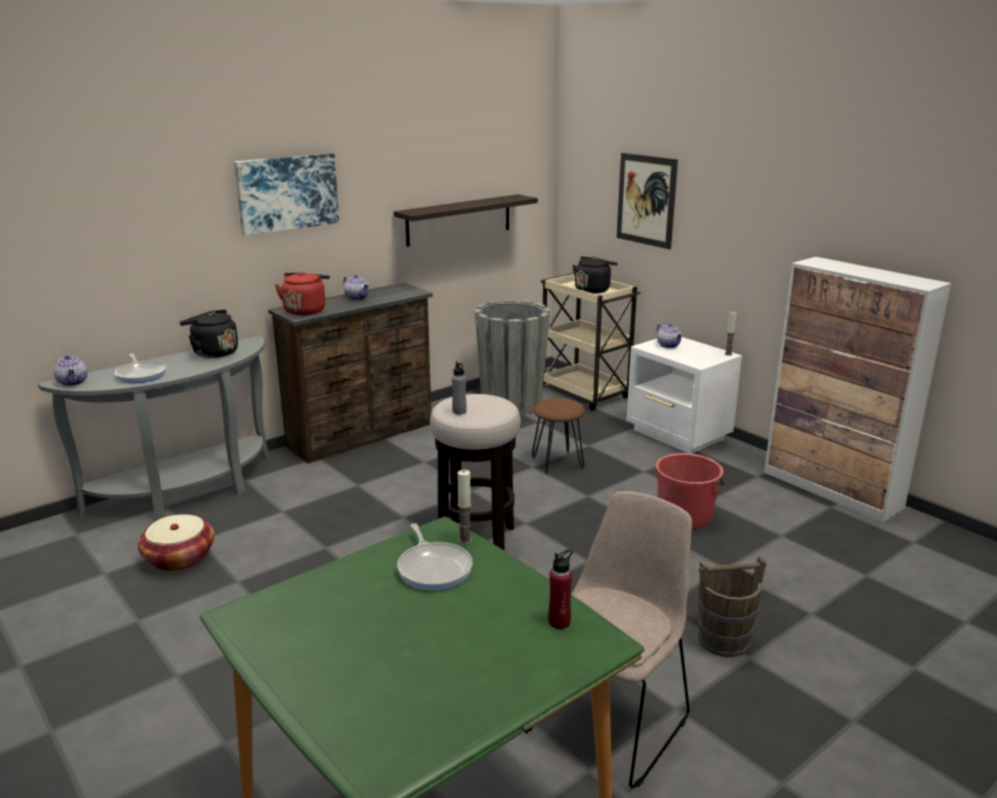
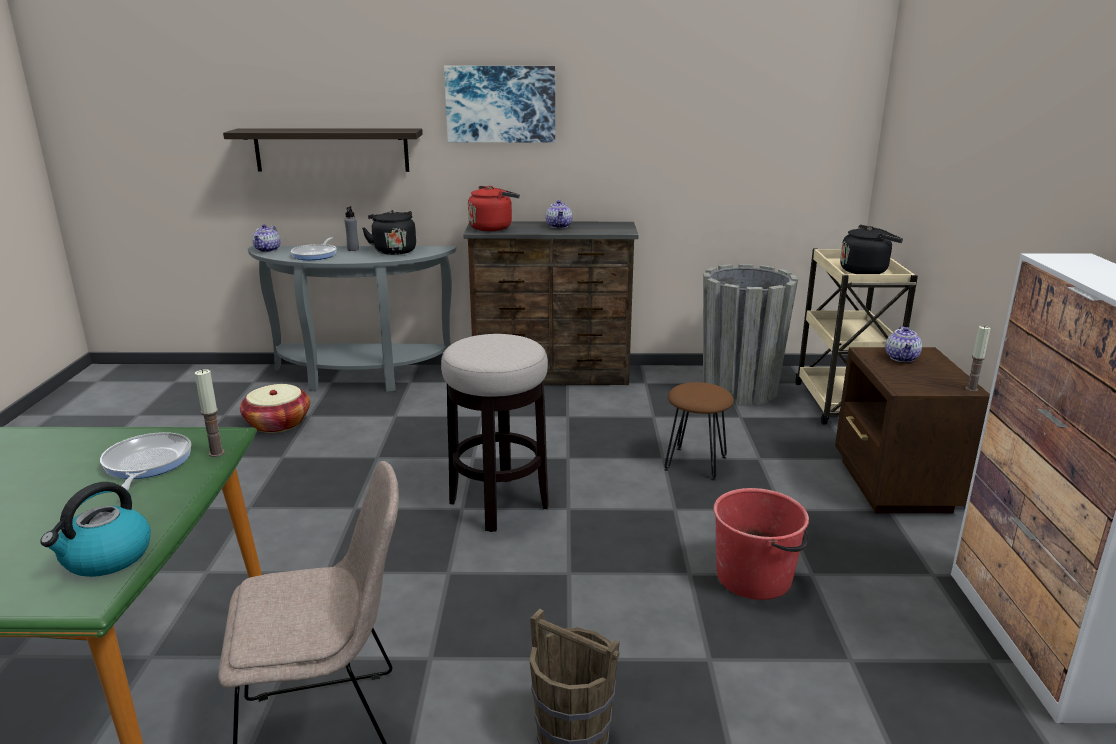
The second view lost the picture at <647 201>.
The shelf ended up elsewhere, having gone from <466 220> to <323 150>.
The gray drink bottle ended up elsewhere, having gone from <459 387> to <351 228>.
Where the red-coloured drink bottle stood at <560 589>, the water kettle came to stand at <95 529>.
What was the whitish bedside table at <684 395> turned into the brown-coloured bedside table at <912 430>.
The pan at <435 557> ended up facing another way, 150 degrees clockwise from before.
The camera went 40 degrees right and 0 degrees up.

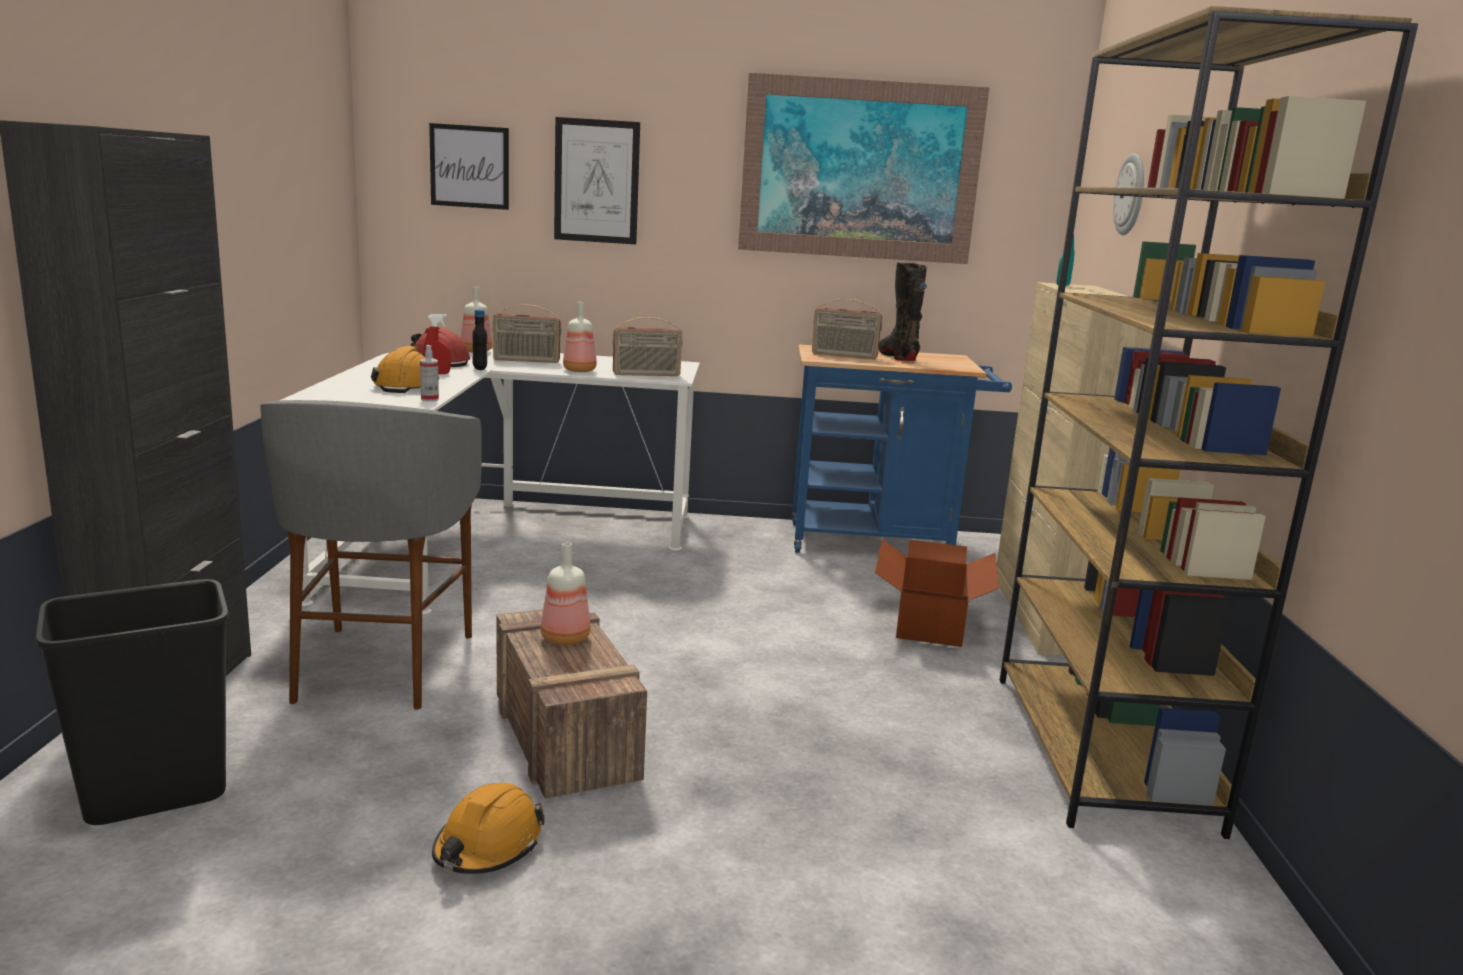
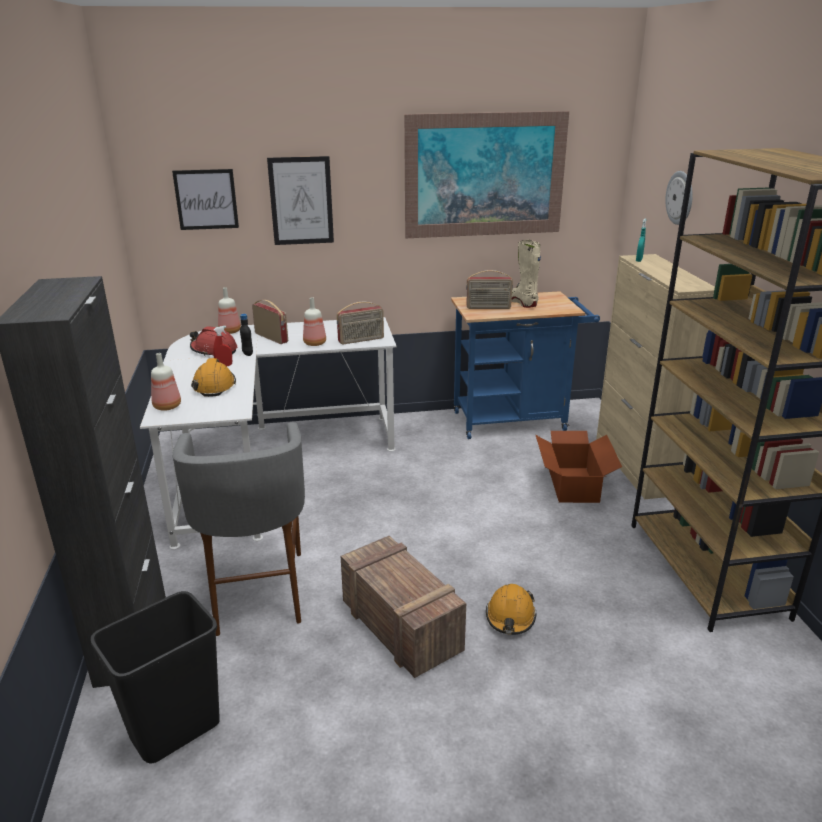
The second view lost the spray bottle at <429 373>.
The orange safety helmet ended up elsewhere, having gone from <488 828> to <511 609>.
The drink bottle ended up elsewhere, having gone from <565 594> to <166 382>.
What was the blackish boot at <903 311> turned into the beige-coloured boot at <526 274>.
The radio at <527 334> ended up facing another way, 120 degrees counterclockwise from before.
The camera went 10 degrees left and 10 degrees up.

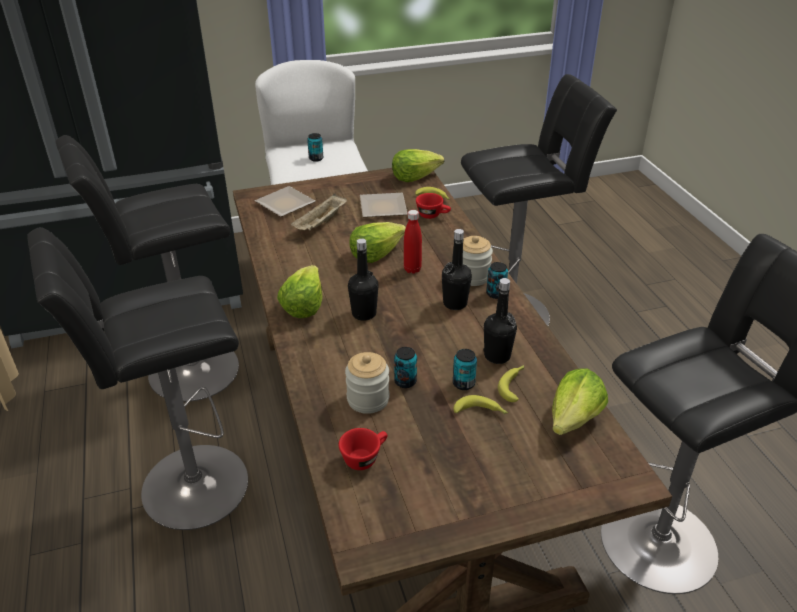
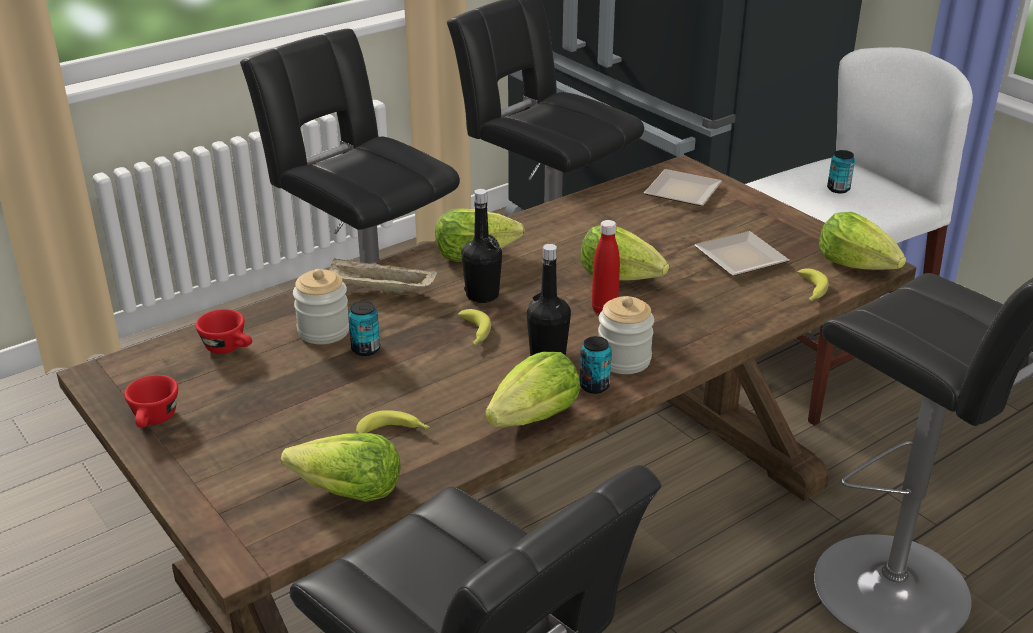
The second view lost the metal can at <465 369>.
The second view lost the blackish drink bottle at <500 321>.
The second view gained the head of lettuce at <533 389>.
The beige-coloured serving tray ended up elsewhere, having gone from <319 211> to <383 276>.
The red-coloured small cup ended up elsewhere, having gone from <433 206> to <151 401>.
The banana ended up elsewhere, having gone from <480 404> to <474 327>.
The camera went 70 degrees right and 5 degrees down.

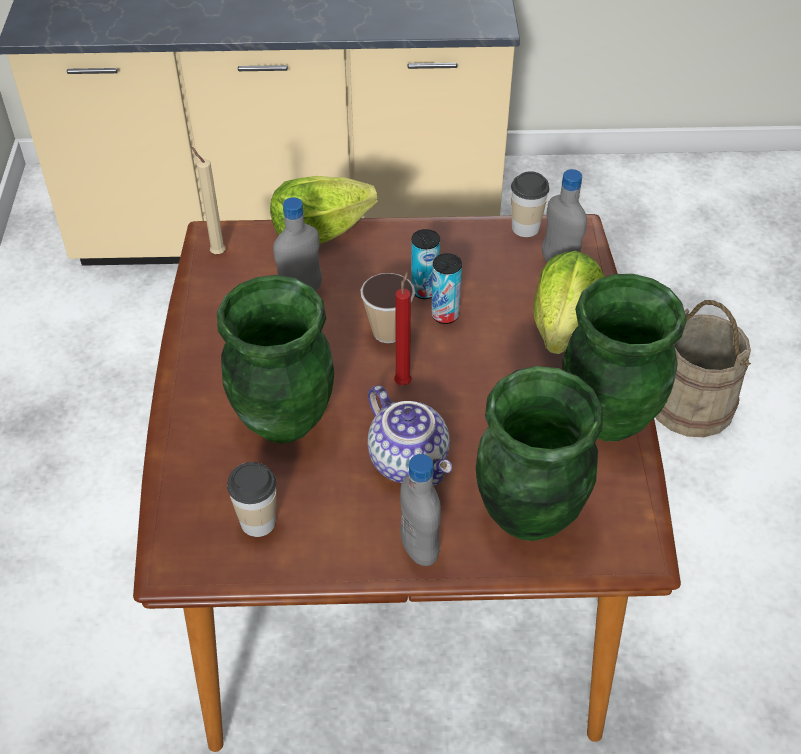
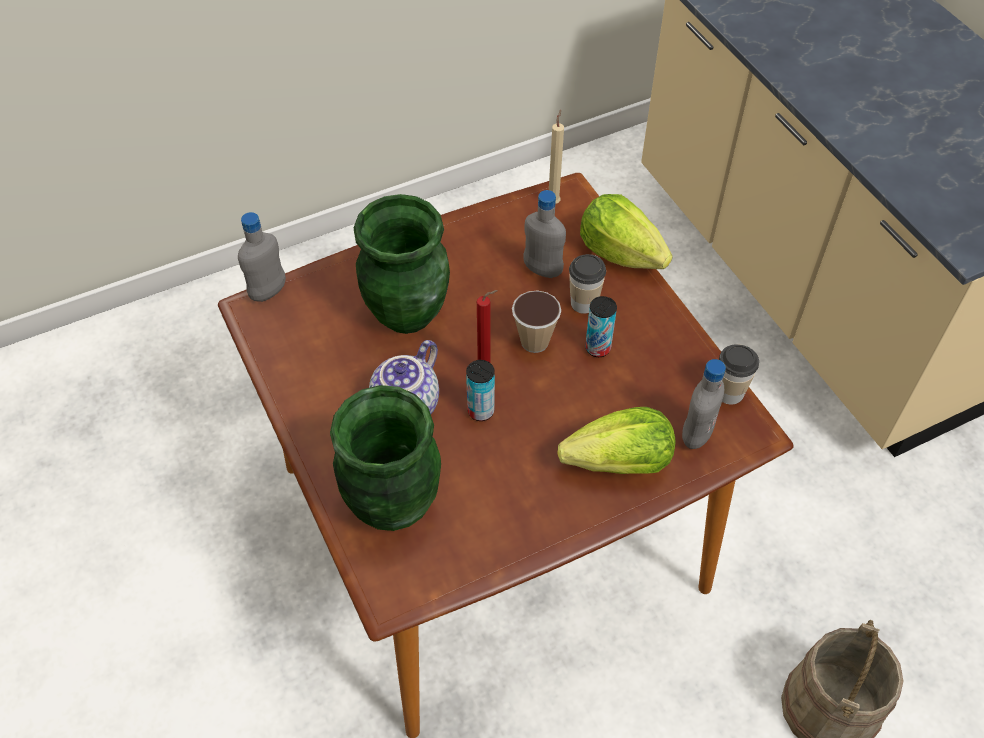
The second view lost the greenish decorative vase at <624 357>.
The small cup ended up elsewhere, having gone from <251 499> to <587 284>.
The gray drink bottle ended up elsewhere, having gone from <420 510> to <262 257>.
The metal can ended up elsewhere, having gone from <446 288> to <480 390>.
The camera went 65 degrees right and 5 degrees up.

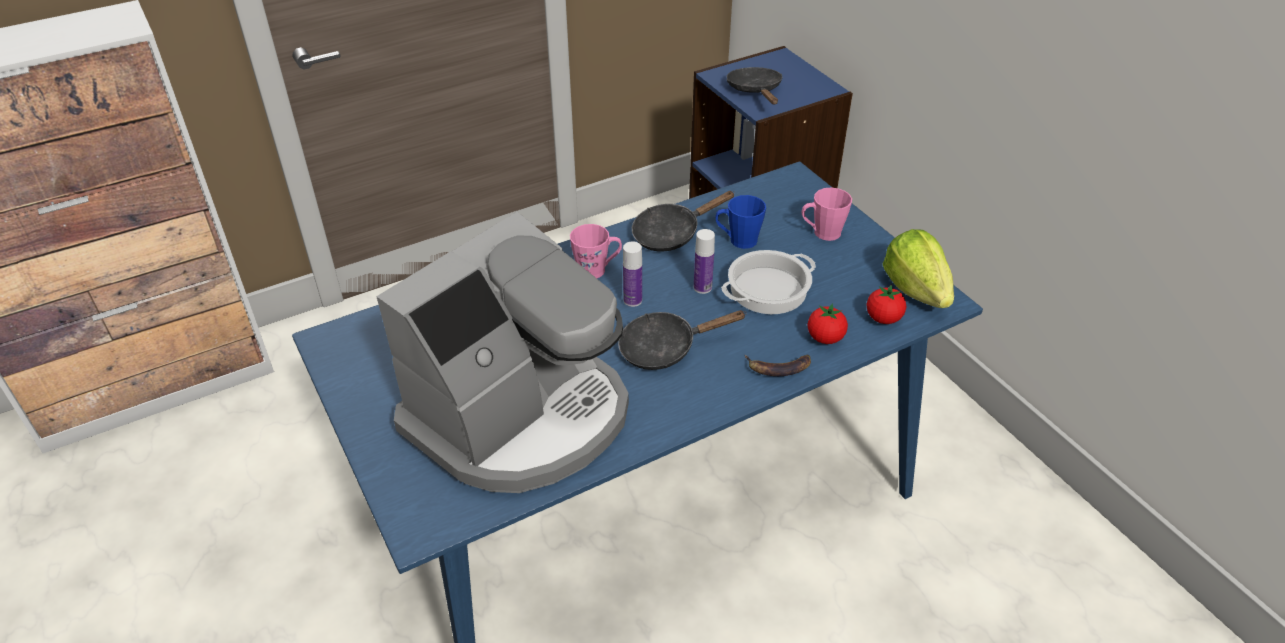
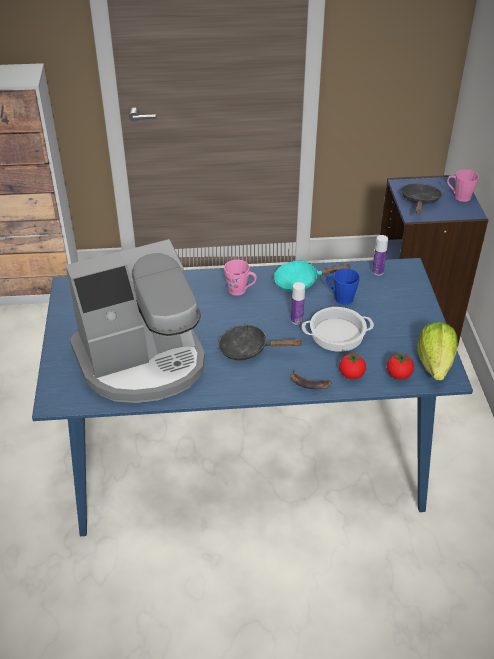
The drink bottle ended up elsewhere, having gone from <632 274> to <380 255>.
The pink tea mug ended up elsewhere, having gone from <827 214> to <463 186>.
What was the blackish pan at <683 221> turned into the turquoise pan at <313 276>.
The camera went 25 degrees right and 0 degrees up.

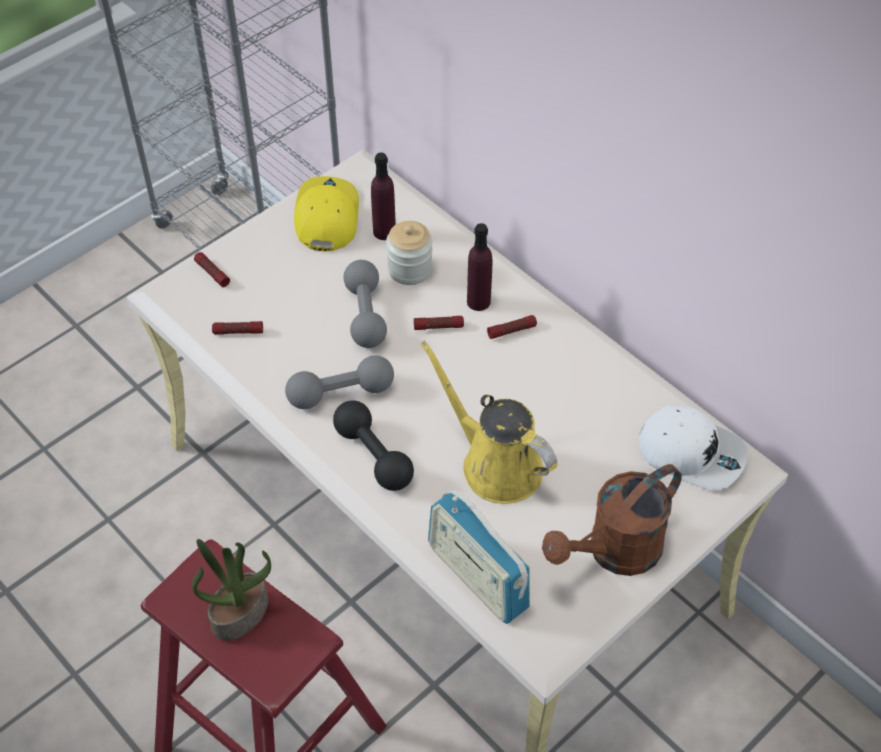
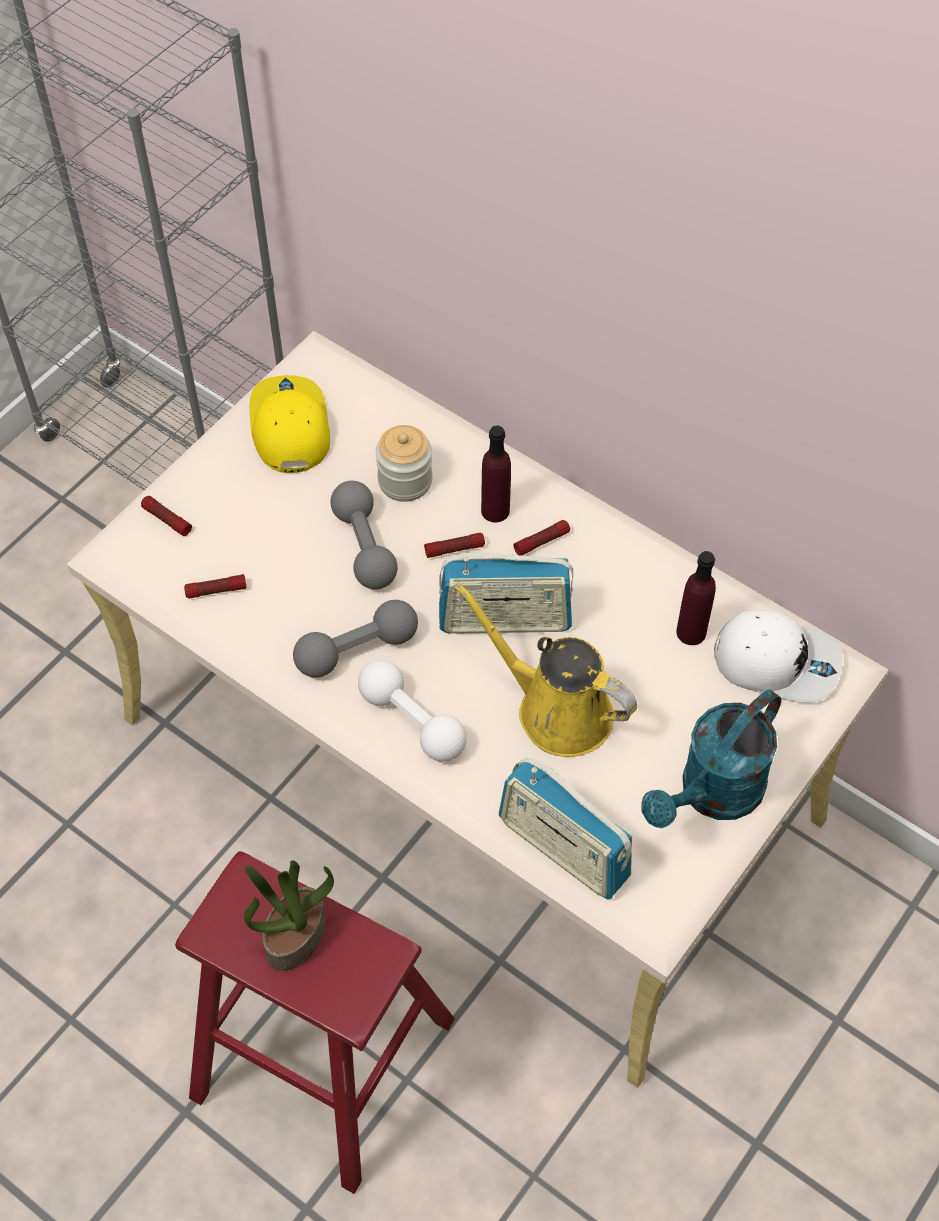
The second view gained the radio at <506 593>.
The purplish drink bottle ended up elsewhere, having gone from <383 196> to <696 598>.
What was the blackish hand weight at <373 446> turned into the whitish hand weight at <412 711>.
What was the brown-coloured sprinkling can at <612 520> turned into the turquoise sprinkling can at <711 758>.
The camera went 10 degrees left and 5 degrees up.

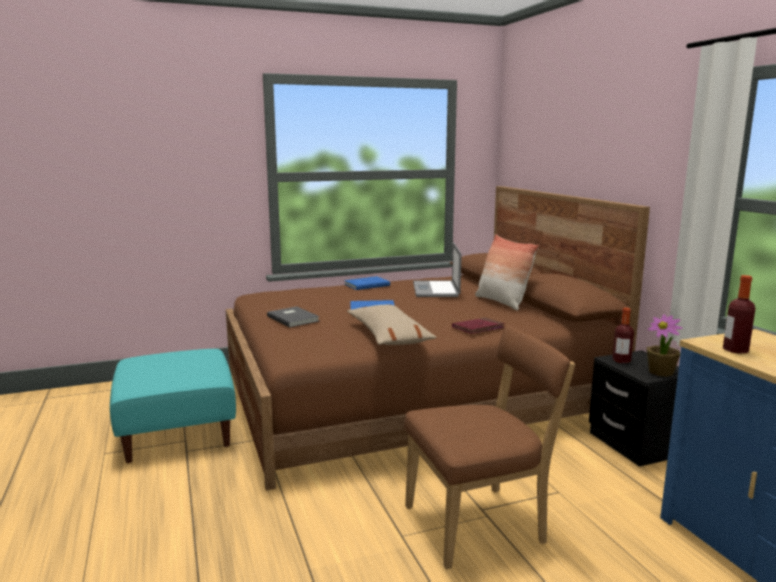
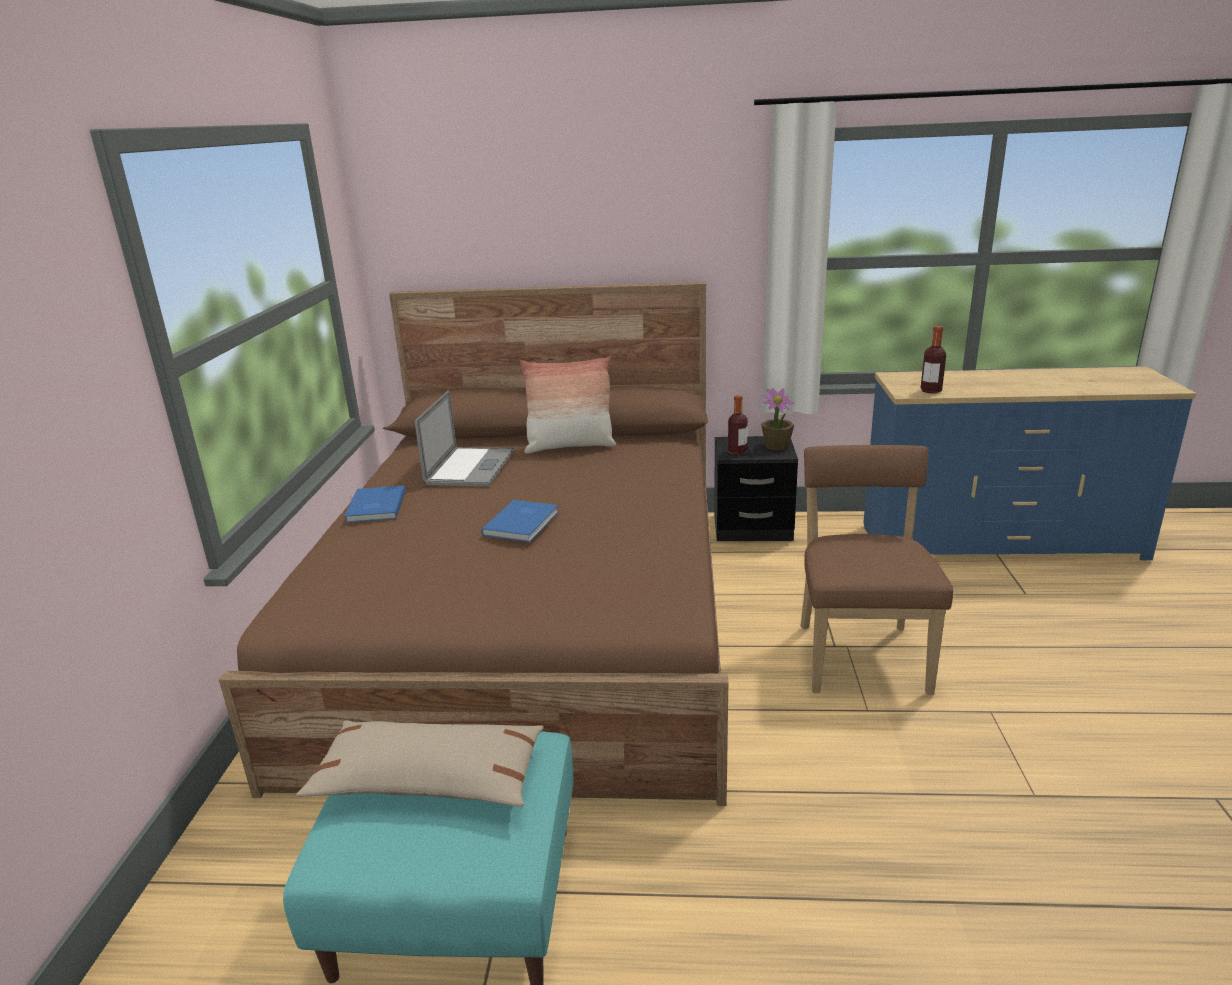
The second view lost the gray book at <293 316>.
The second view lost the red-coloured book at <478 325>.
The beige-coloured throw pillow ended up elsewhere, having gone from <392 324> to <420 763>.
The portable computer at <437 269> ended up facing another way, 105 degrees counterclockwise from before.
The camera went 65 degrees left and 10 degrees up.

